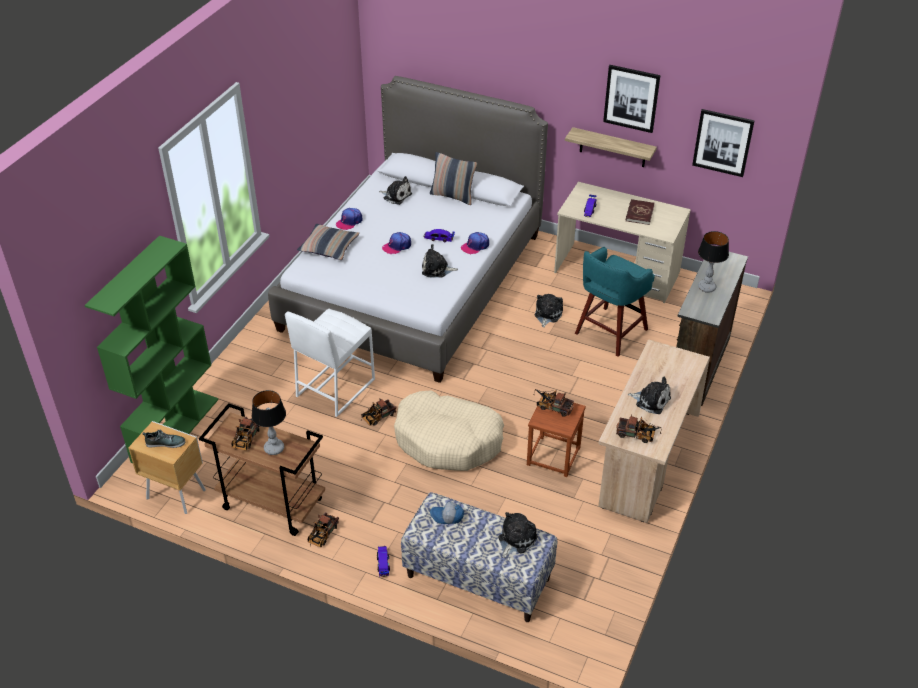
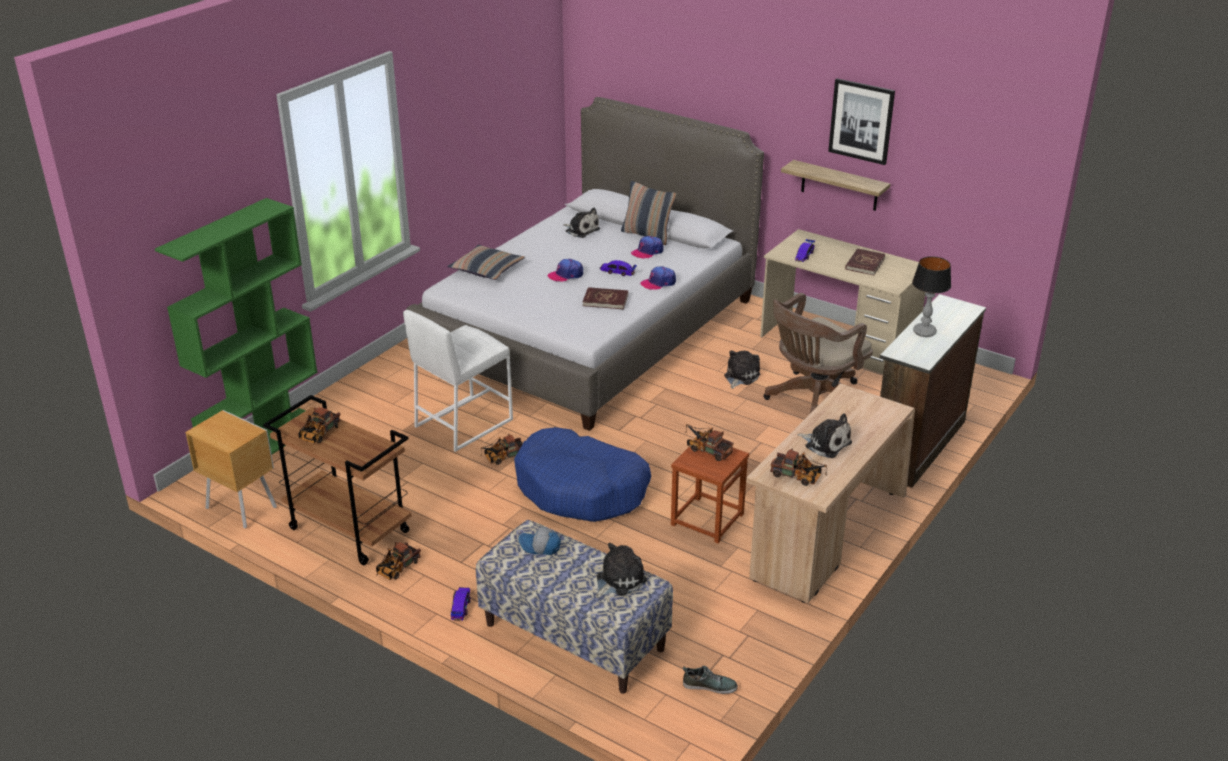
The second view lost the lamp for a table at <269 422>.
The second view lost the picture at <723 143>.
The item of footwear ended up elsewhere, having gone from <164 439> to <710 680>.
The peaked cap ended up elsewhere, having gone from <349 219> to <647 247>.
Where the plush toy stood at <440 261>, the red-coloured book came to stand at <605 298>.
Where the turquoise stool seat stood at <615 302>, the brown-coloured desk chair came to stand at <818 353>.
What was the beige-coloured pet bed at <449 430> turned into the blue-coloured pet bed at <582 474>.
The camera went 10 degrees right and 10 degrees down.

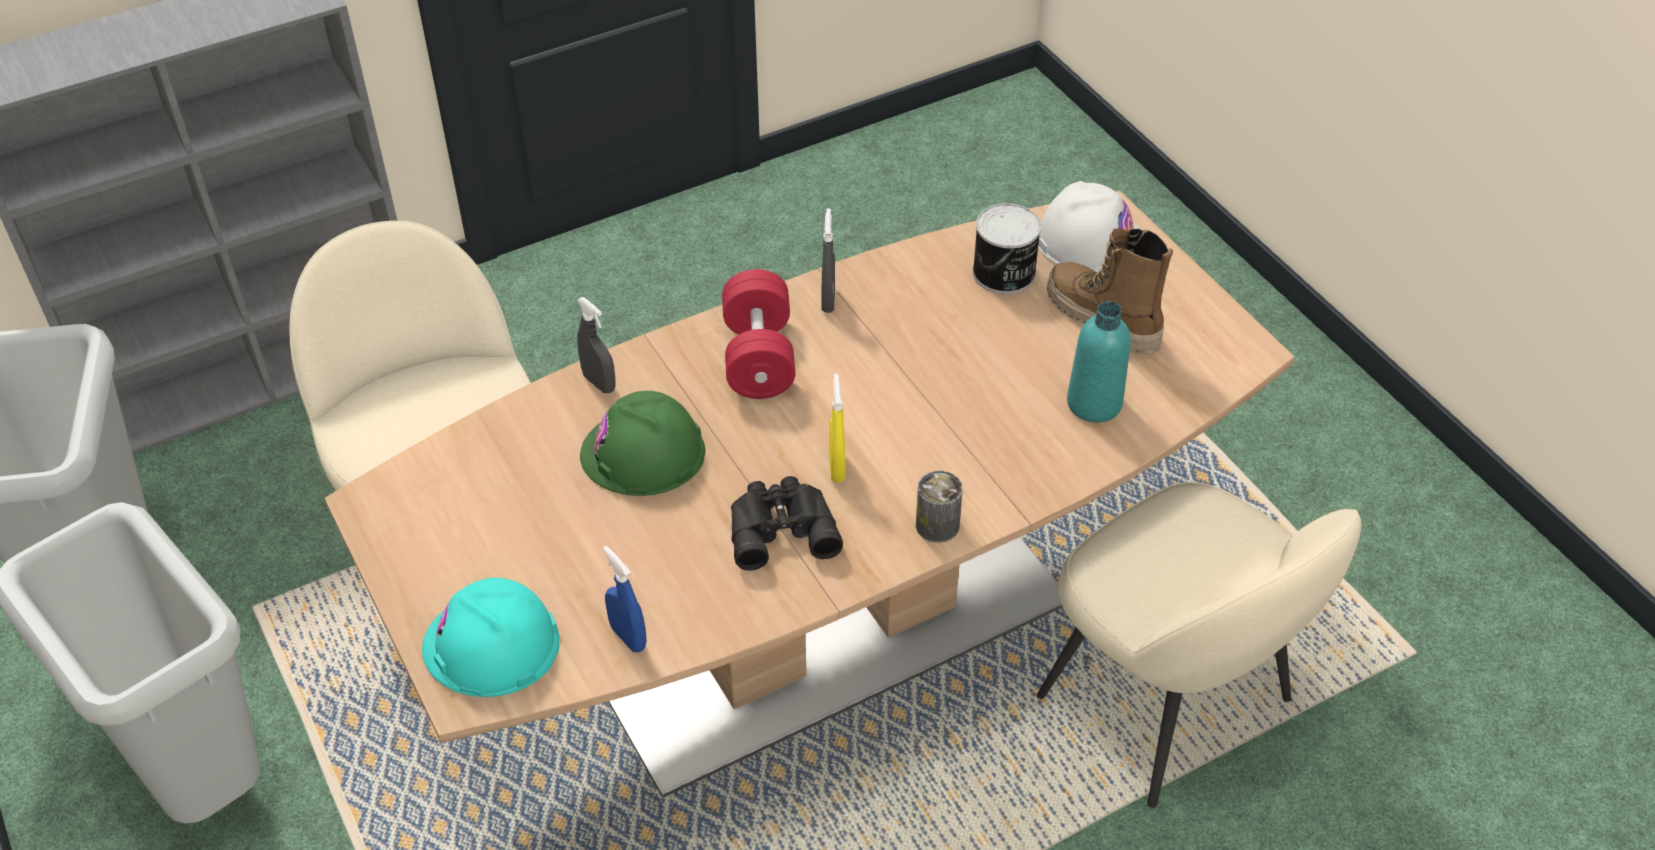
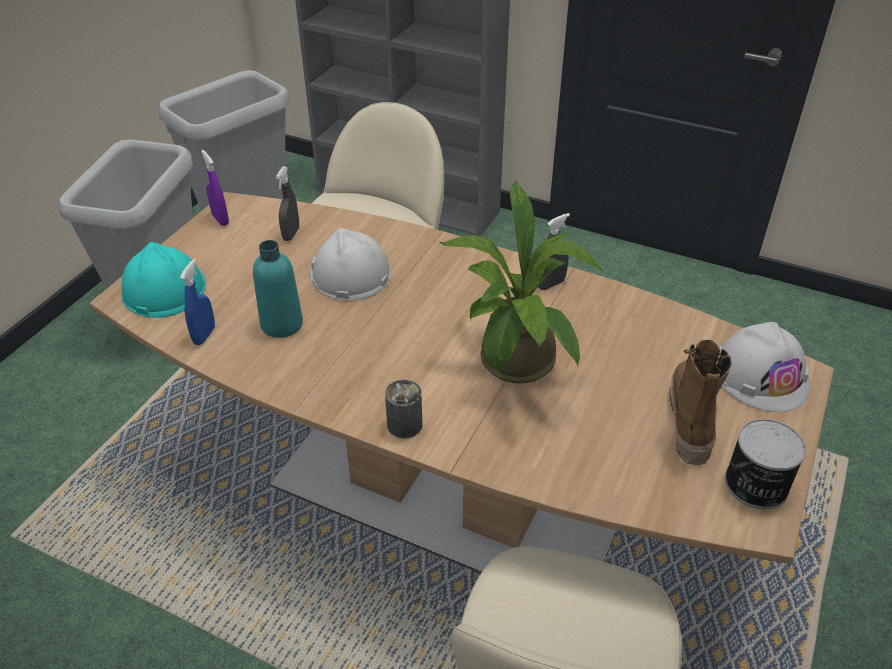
The second view lost the red-coloured hand weight at <758 334>.
The second view lost the blackish field glasses at <787 523>.
The second view lost the yellow-coloured spray bottle at <837 428>.
The second view gained the purplish spray bottle at <215 188>.
The second view gained the potted plant at <521 282>.
The gray spray bottle ended up elsewhere, having gone from <596 345> to <287 203>.
The metal can ended up elsewhere, having gone from <1006 248> to <765 464>.
The turquoise drink bottle ended up elsewhere, having gone from <1099 361> to <278 289>.
What was the greenish safety helmet at <642 443> turned into the whitish safety helmet at <350 264>.
The camera went 55 degrees right and 5 degrees down.

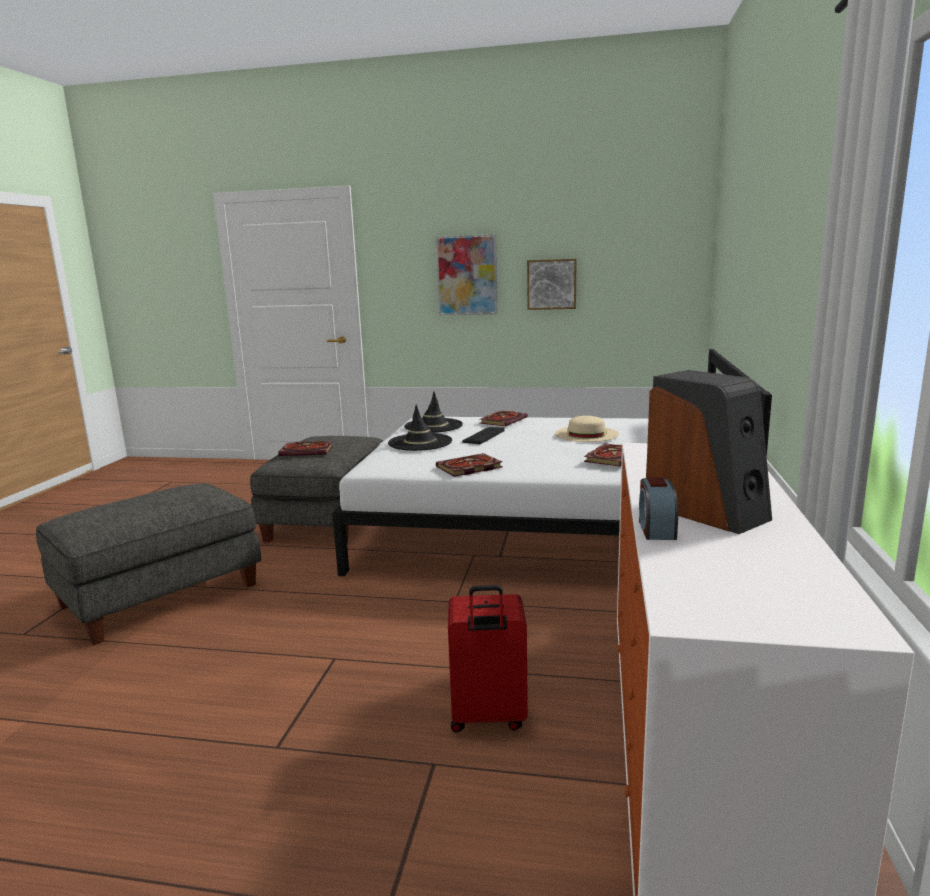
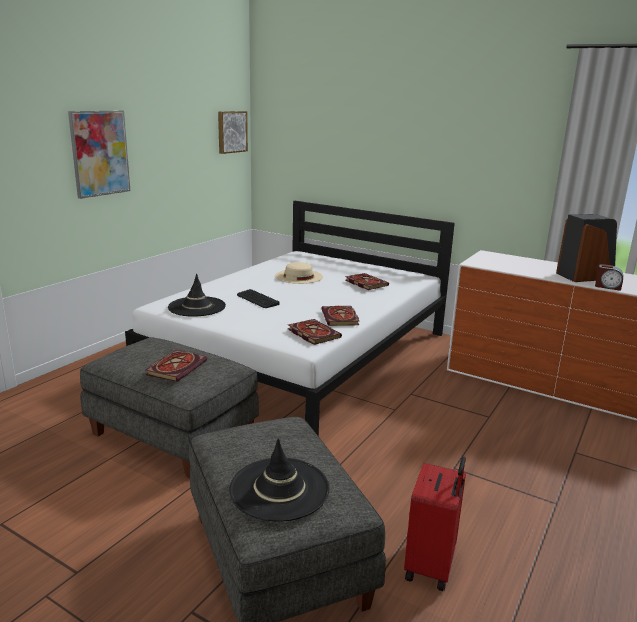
The blackish hat ended up elsewhere, having gone from <420 427> to <279 480>.
The red-coloured suitcase ended up elsewhere, having gone from <488 658> to <435 523>.
The book ended up elsewhere, having gone from <503 418> to <315 332>.
The picture ended up elsewhere, having gone from <551 284> to <233 132>.
The camera went 70 degrees left and 5 degrees up.

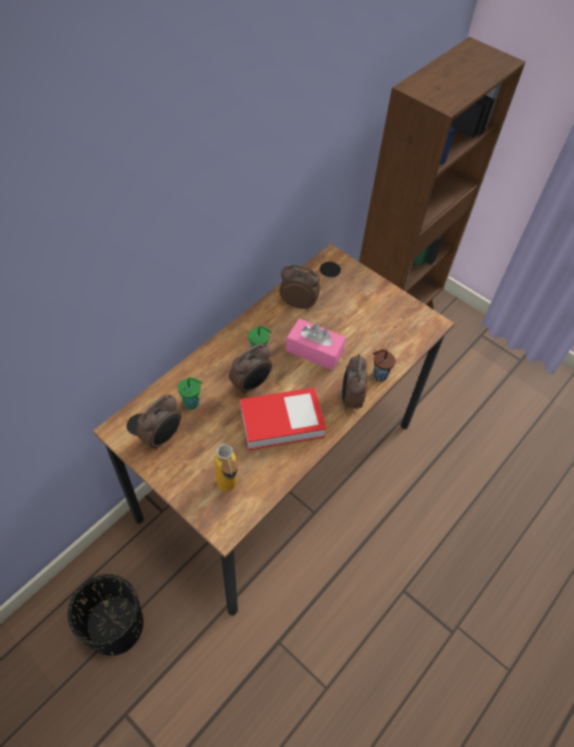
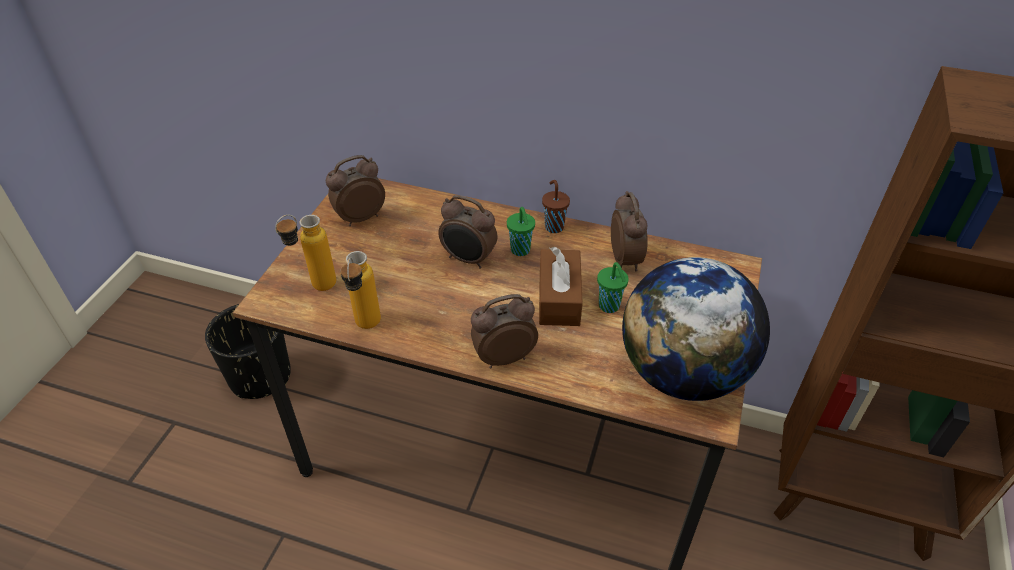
The second view lost the book at <283 419>.
The second view gained the drink bottle at <360 290>.
The second view gained the world globe at <696 329>.
The greenish small cup ended up elsewhere, having gone from <190 393> to <613 287>.
The brown-coloured small cup ended up elsewhere, having gone from <384 365> to <556 206>.
What was the pink box of tissues at <316 344> turned into the brown-coloured box of tissues at <561 286>.
The alarm clock at <158 422> ended up facing another way, 135 degrees clockwise from before.
The camera went 70 degrees right and 10 degrees down.

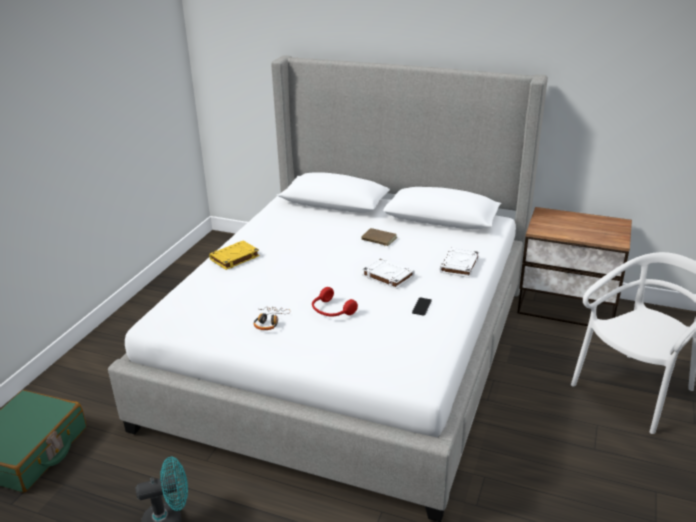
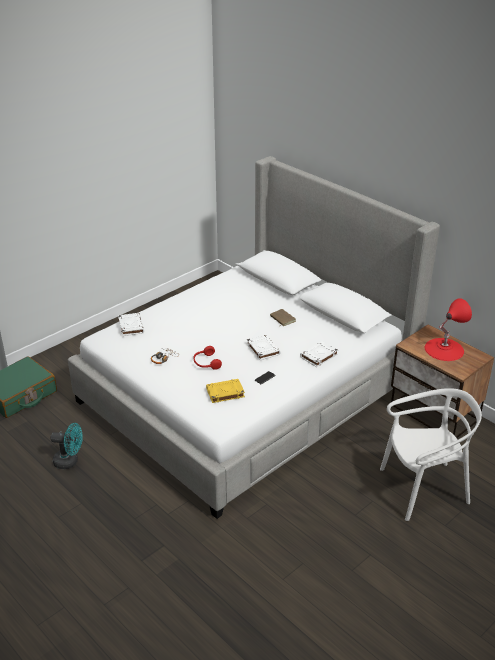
The second view gained the whitish book at <131 324>.
The second view gained the red-coloured lamp for a table at <448 329>.
The yellow-coloured book ended up elsewhere, having gone from <234 255> to <225 391>.
The camera went 25 degrees right and 5 degrees up.

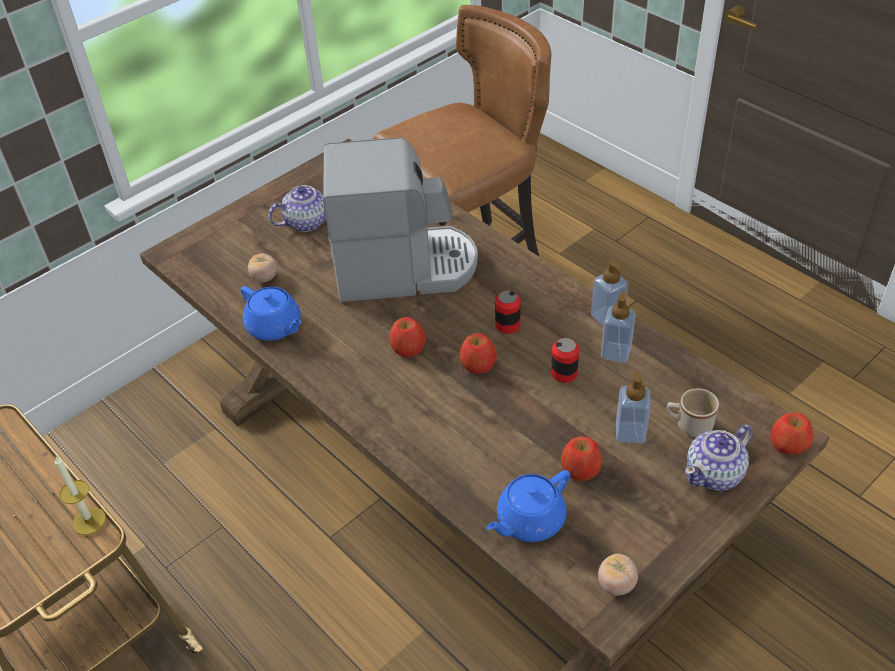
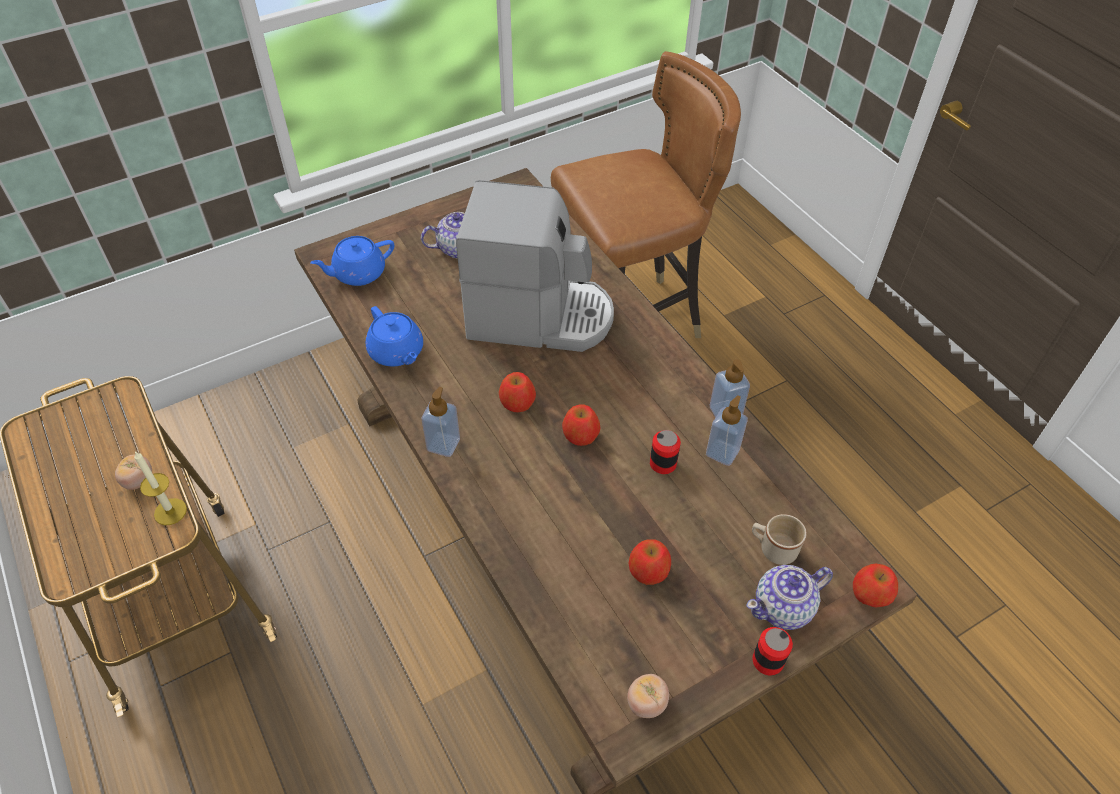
The fresh tomato ended up elsewhere, having gone from <263 267> to <133 472>.
The blue-coloured teapot ended up elsewhere, having gone from <529 506> to <352 261>.
The metal can ended up elsewhere, having gone from <508 312> to <772 651>.
The soap dispenser ended up elsewhere, having gone from <633 406> to <441 422>.
The camera went 10 degrees right and 5 degrees up.

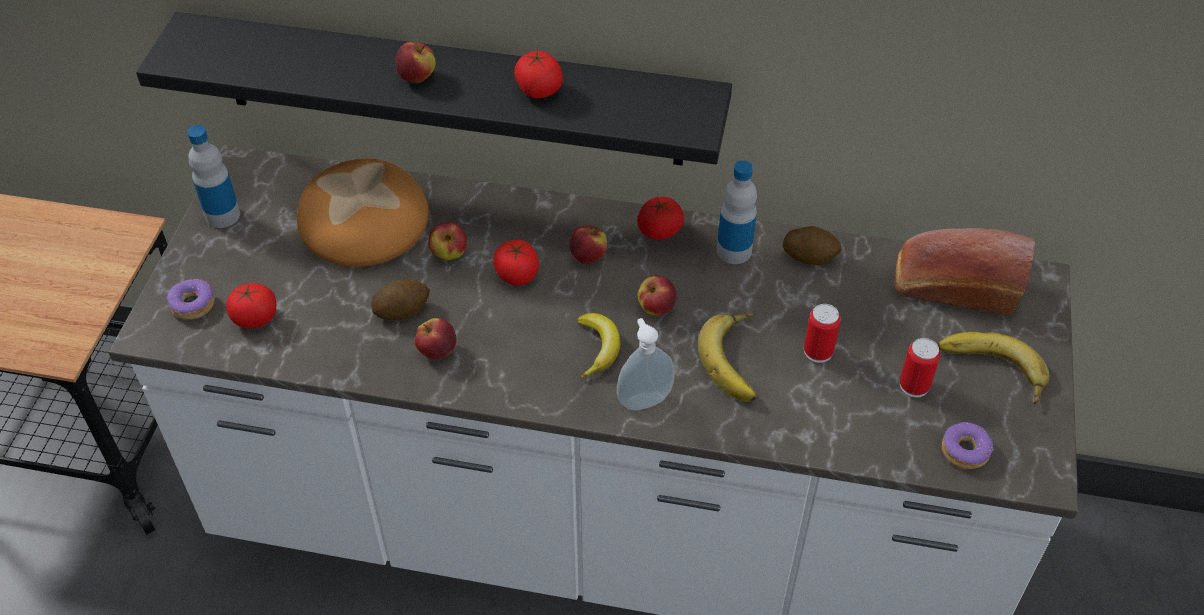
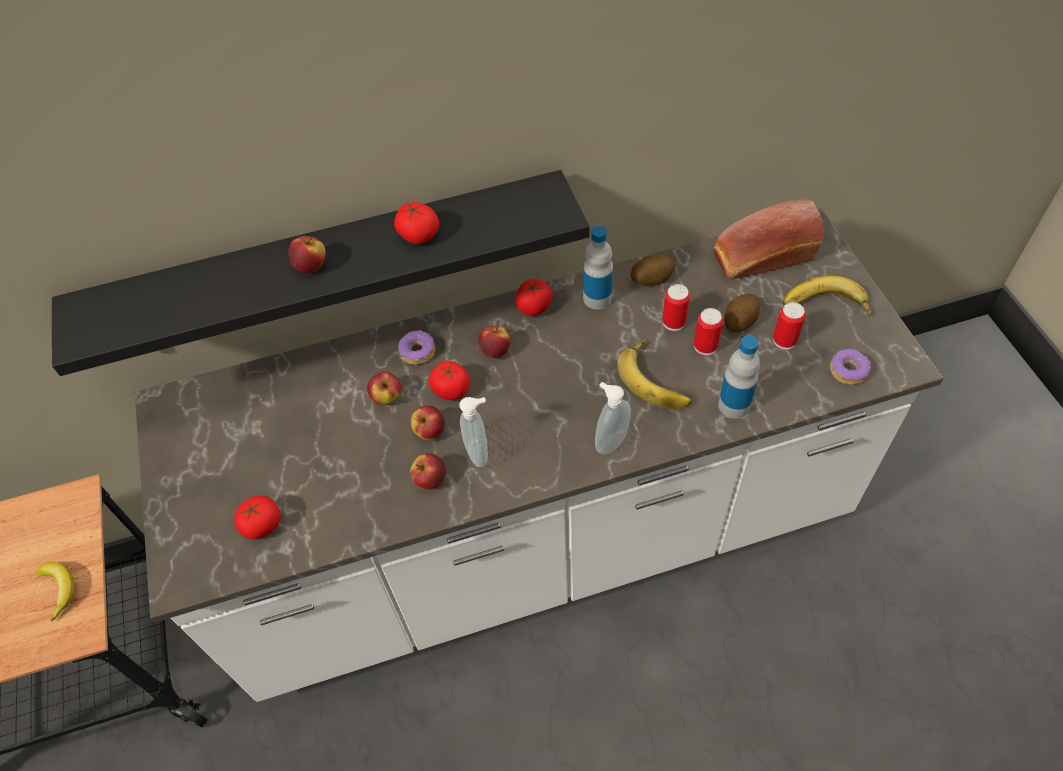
The second view lost the bread at <363 213>.
The second view gained the soap dispenser at <474 432>.
The second view gained the metal can at <676 307>.
The donut ended up elsewhere, having gone from <190 299> to <416 347>.
The drink bottle ended up elsewhere, having gone from <213 176> to <739 377>.
The whole potato ended up elsewhere, having gone from <400 299> to <742 313>.
The banana ended up elsewhere, having gone from <598 345> to <55 591>.
The whole apple ended up elsewhere, having gone from <657 296> to <428 423>.
The camera went 25 degrees left and 5 degrees up.

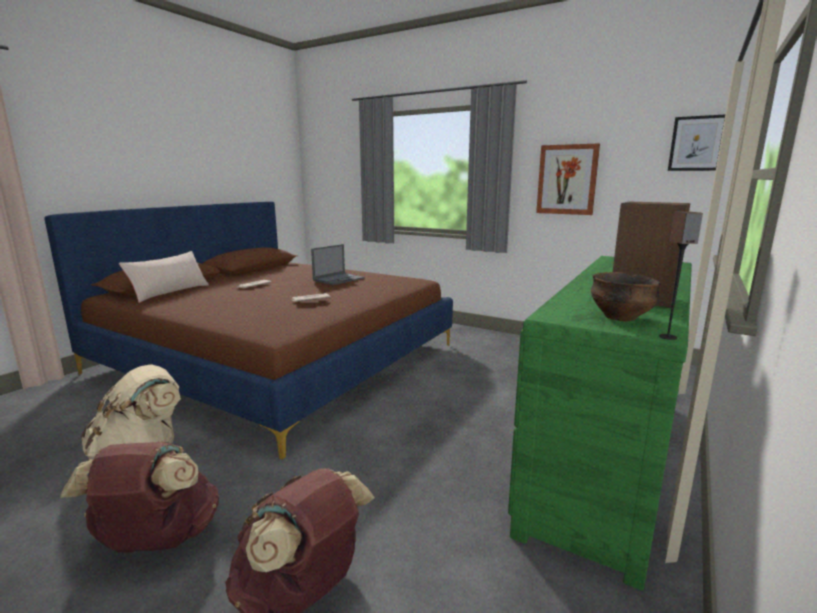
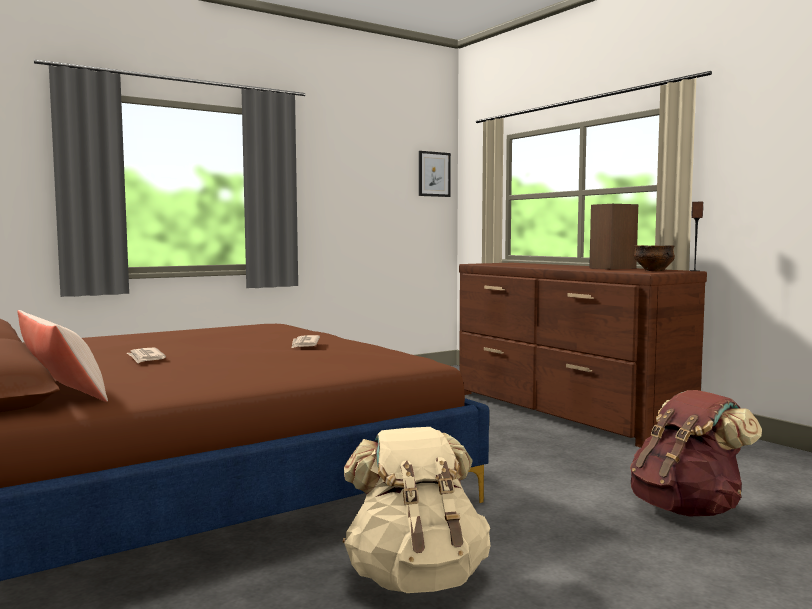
The second view lost the brown-coloured rucksack at <139 496>.
The second view lost the portable computer at <337 264>.
The second view lost the picture at <568 179>.
What was the greenish drawer chest at <600 423> turned into the brown-coloured drawer chest at <583 355>.
The camera went 65 degrees left and 10 degrees down.

